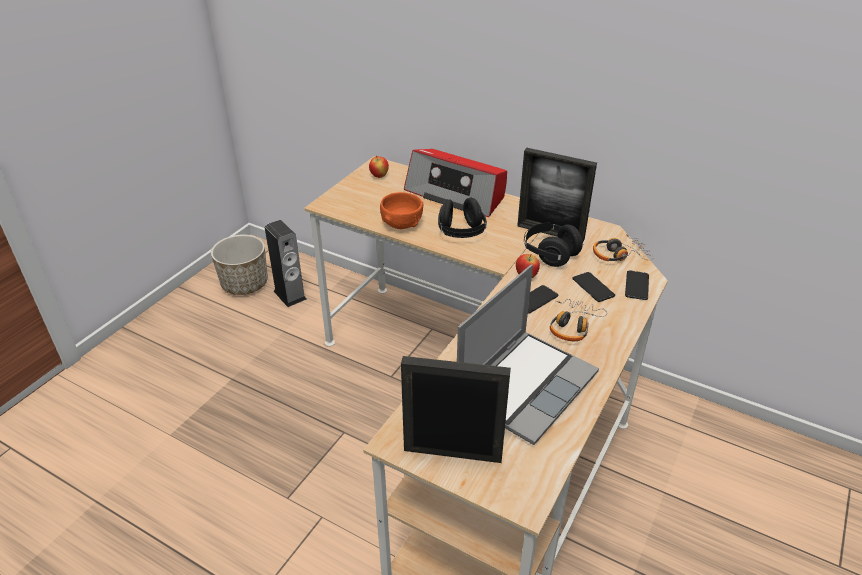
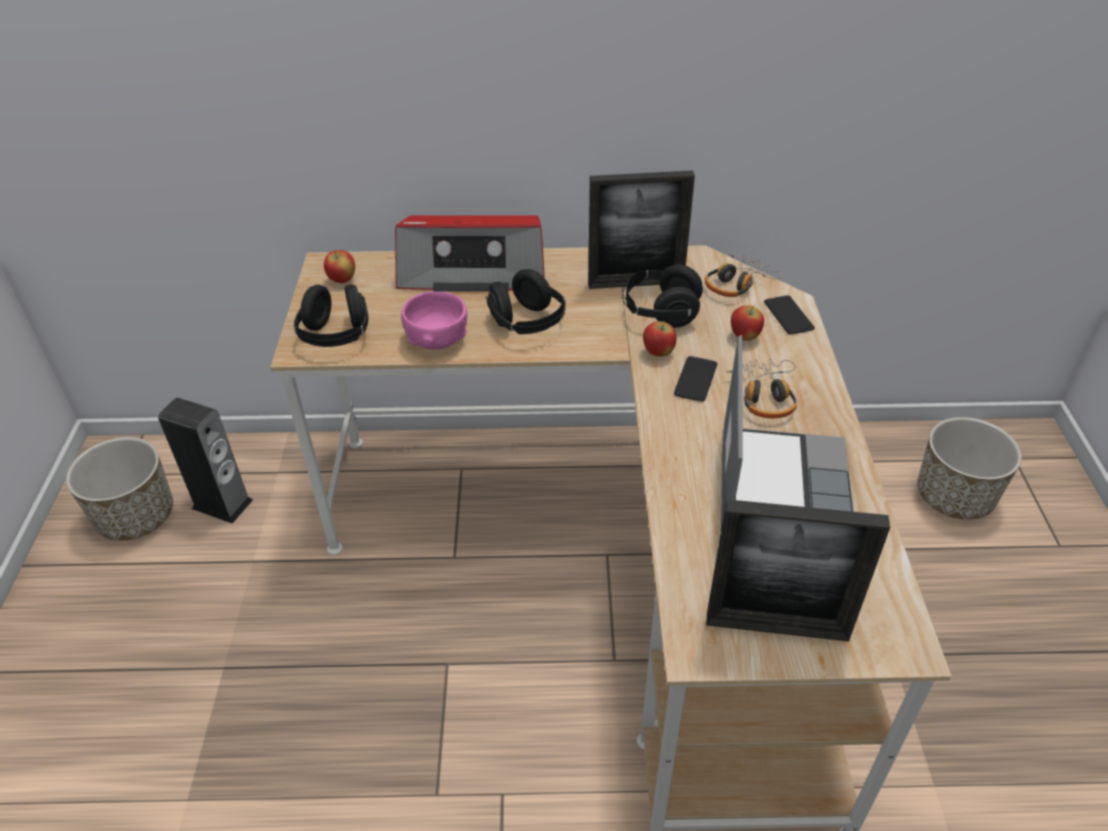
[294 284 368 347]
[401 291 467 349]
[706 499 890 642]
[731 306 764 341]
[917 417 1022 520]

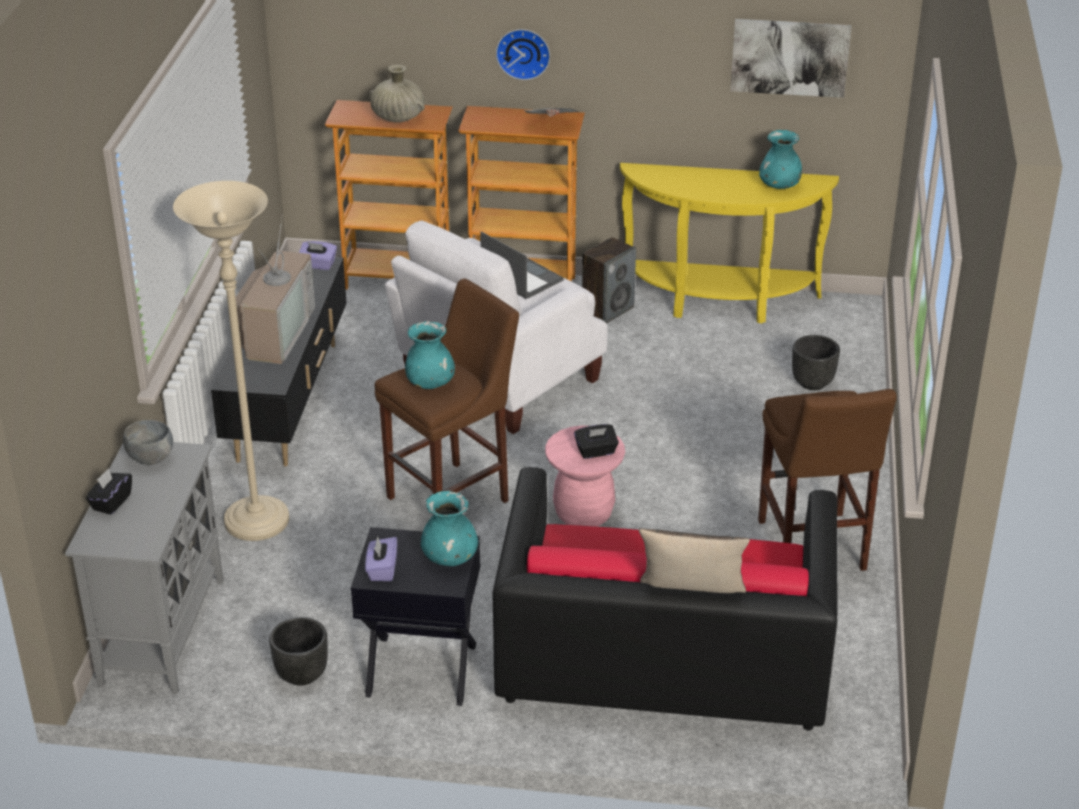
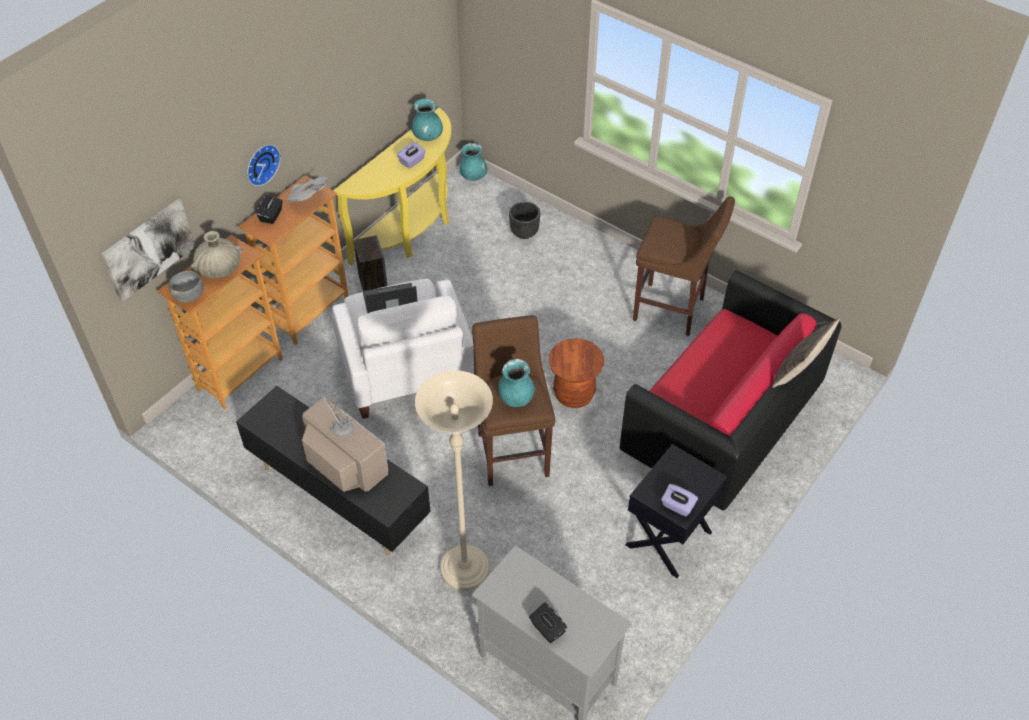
[101 199 195 302]
[169 271 204 303]
[256 195 283 224]
[397 142 426 169]
[460 143 487 181]
[549 338 604 408]
[269 617 328 686] (first image)

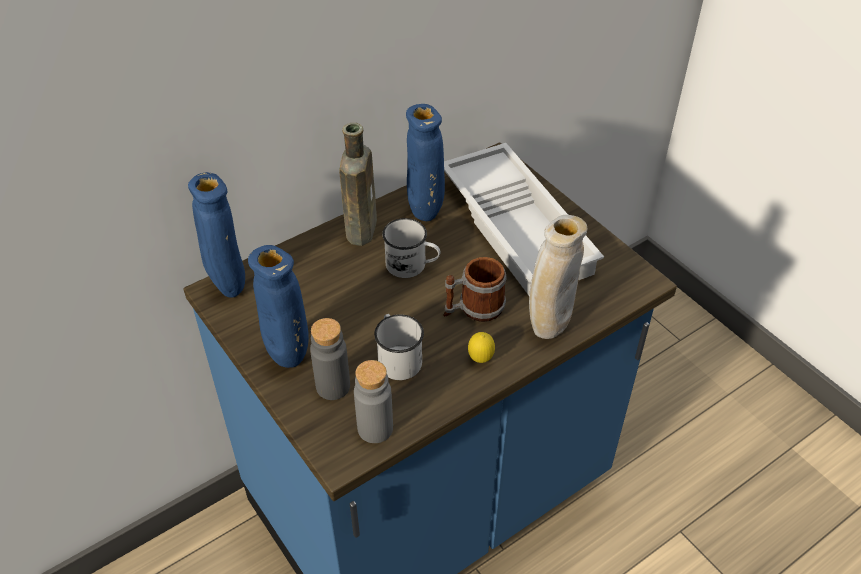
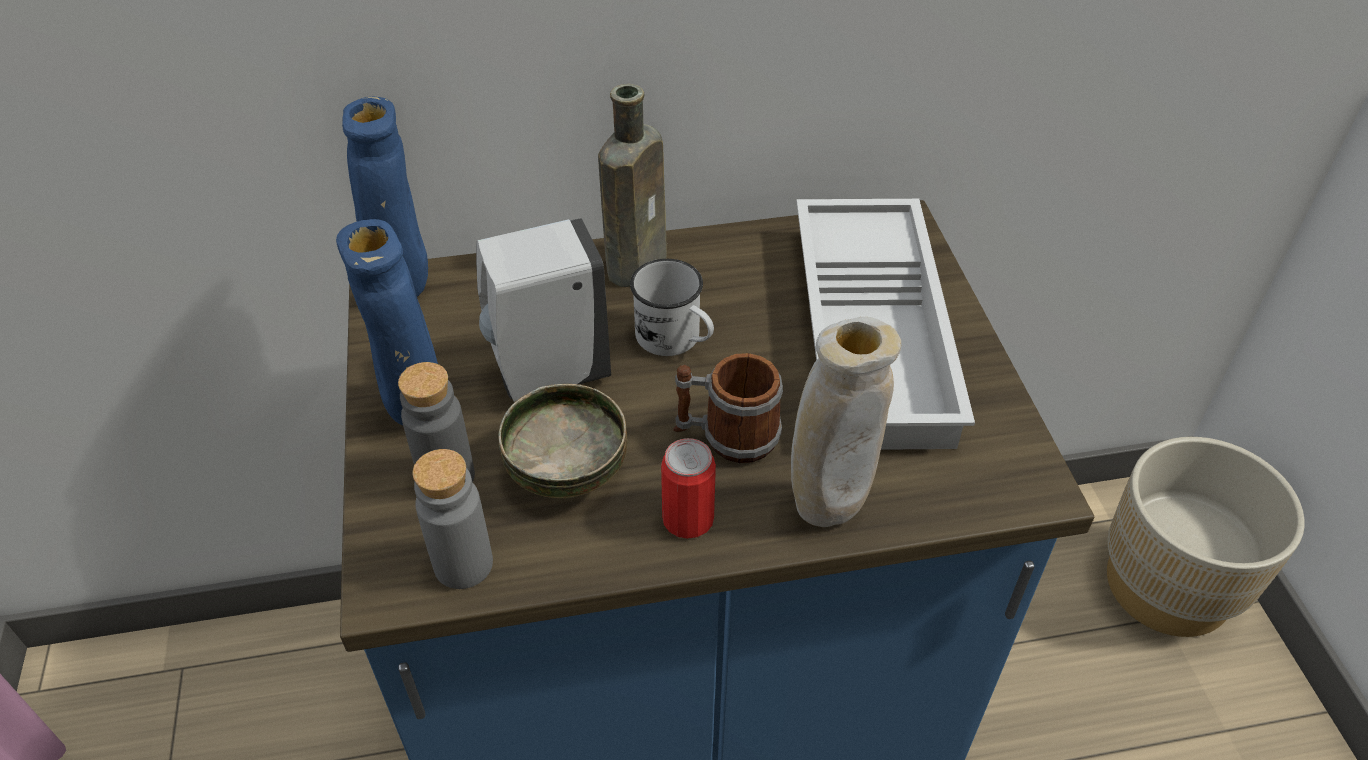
[476 218 611 402]
[498 384 627 498]
[661 438 716 539]
[1107 437 1304 637]
[406 104 445 221] (first image)

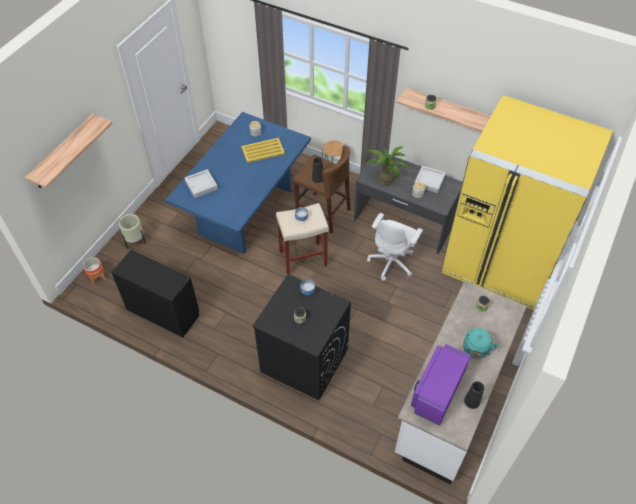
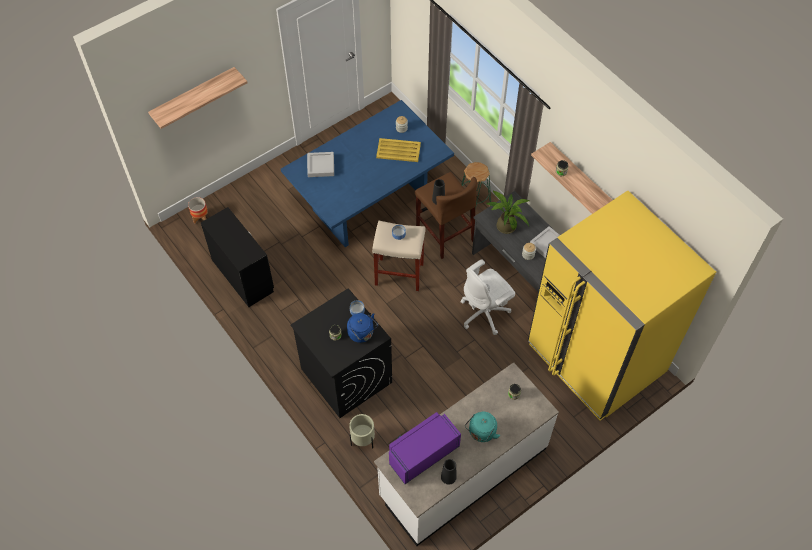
[347 313 378 343]
[349 414 375 448]

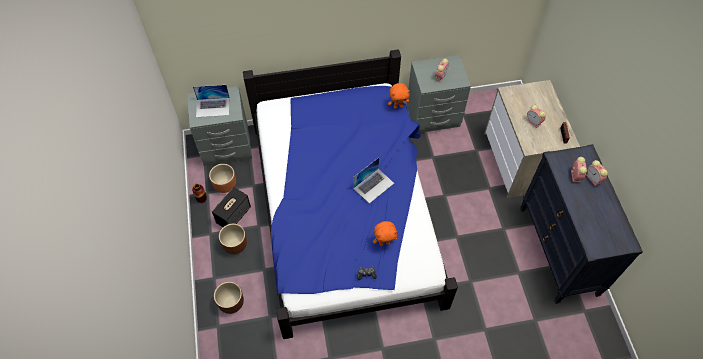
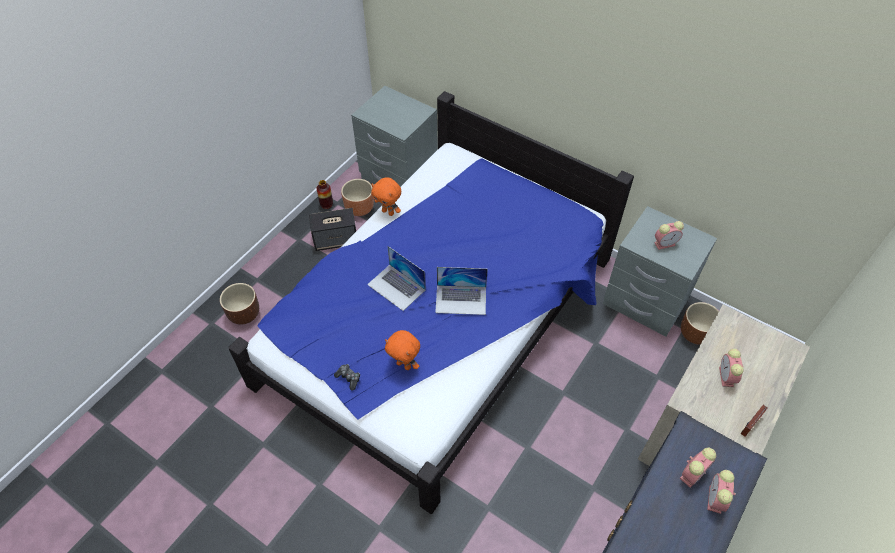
[367 246 426 311]
[371 177 401 216]
[681 302 719 345]

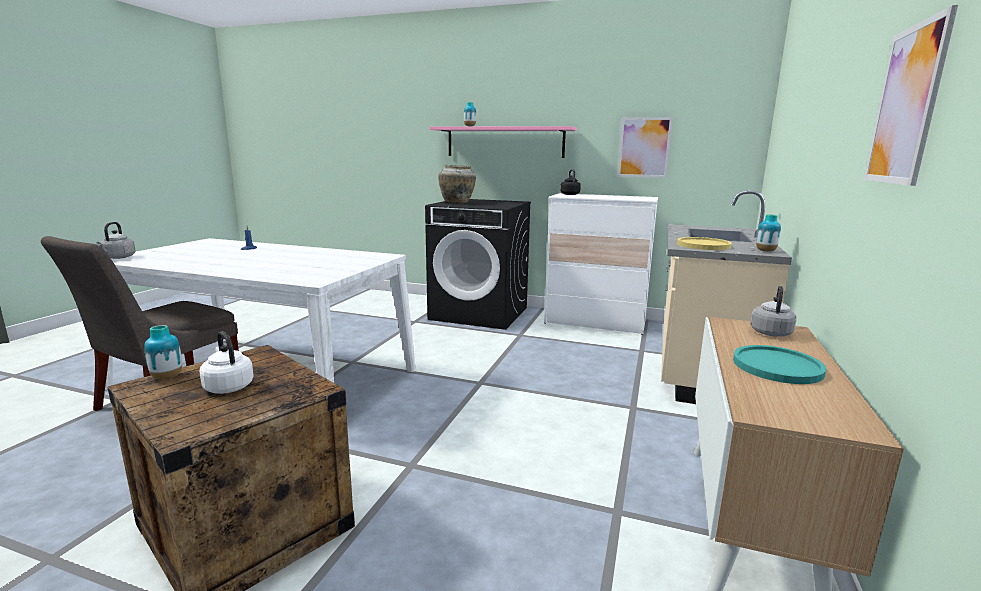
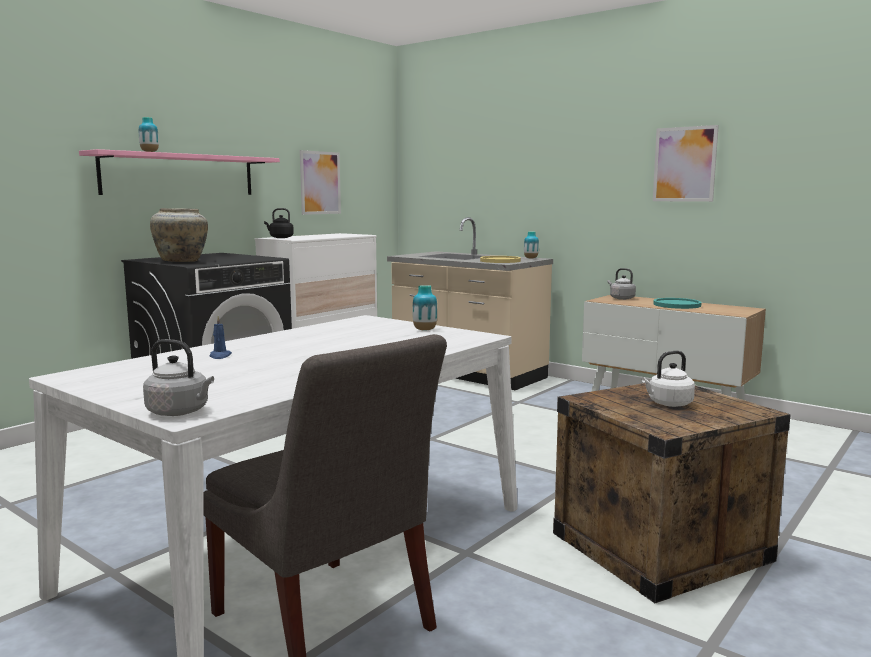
[413 285 437 331]

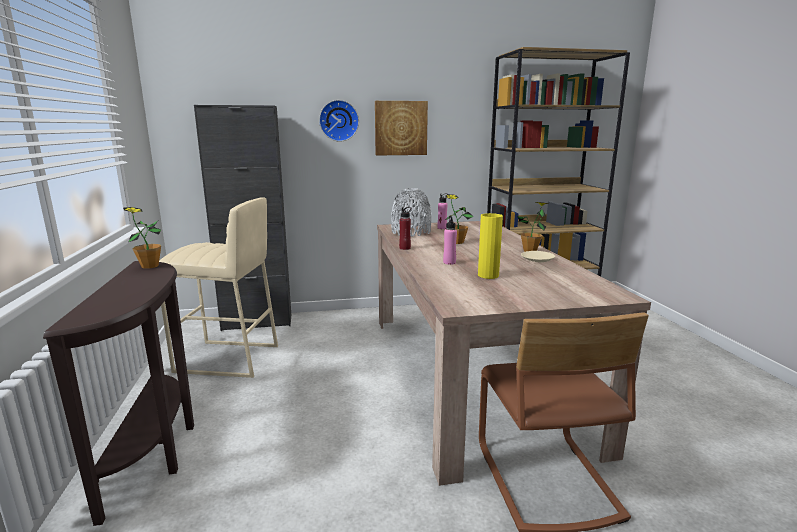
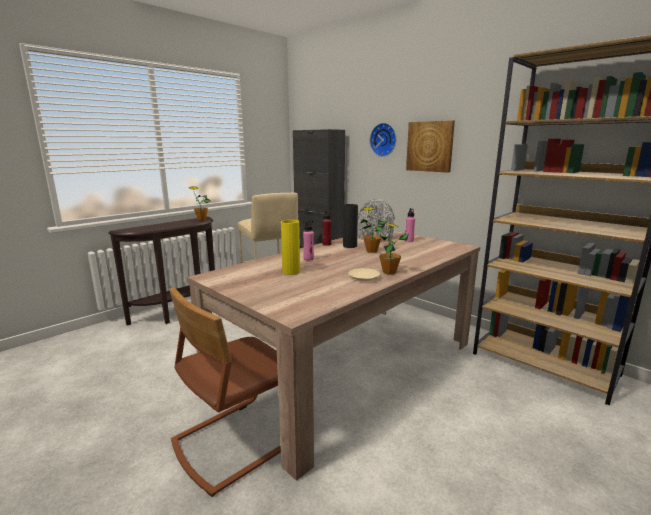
[343 204 358 248]

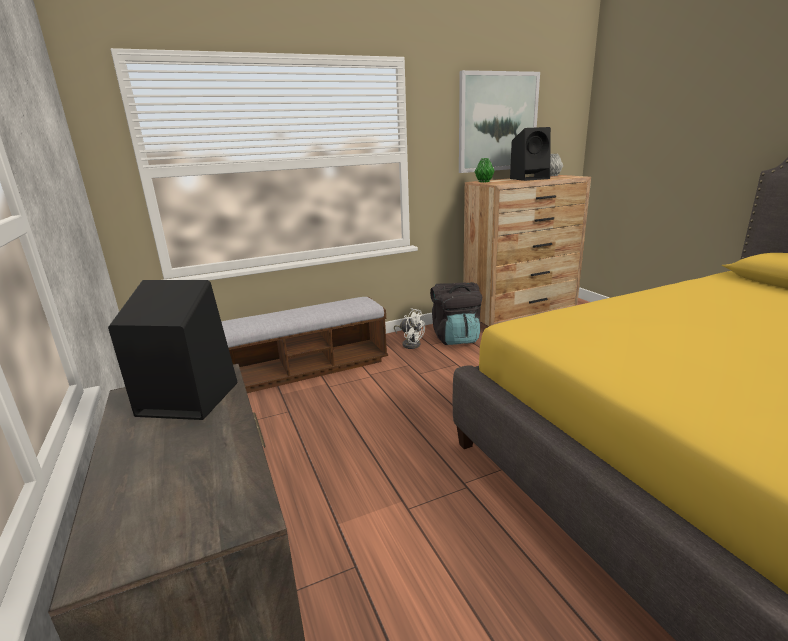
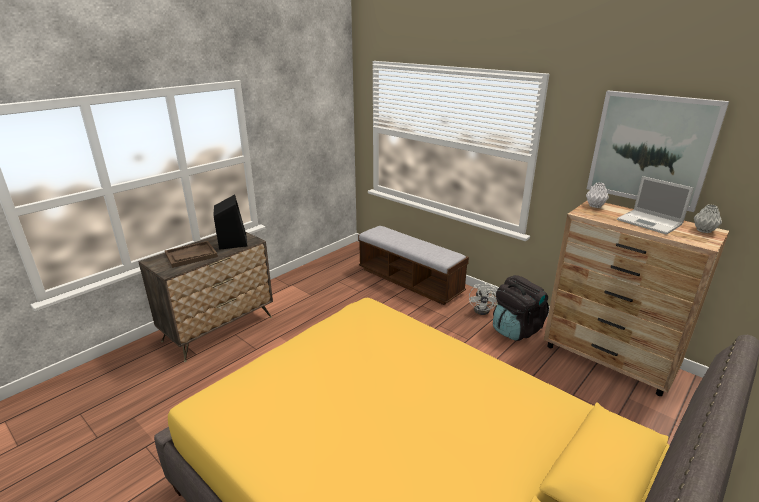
[165 241 218 268]
[586 182 609 208]
[617 176 694 235]

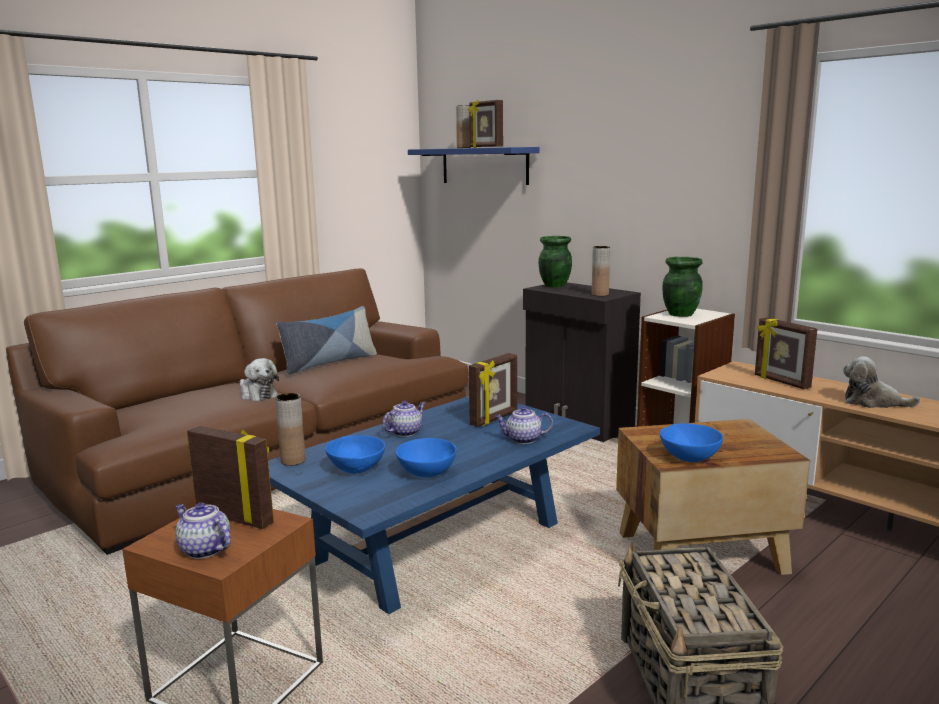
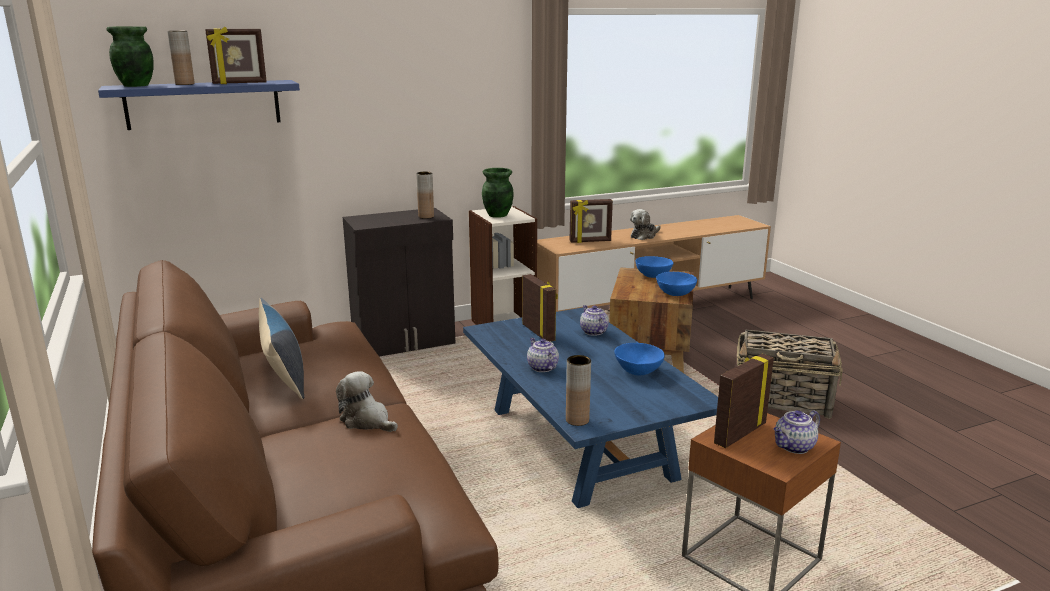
[107 26 154 87]
[336 371 398 432]
[580 305 609 336]
[635 256 673 278]

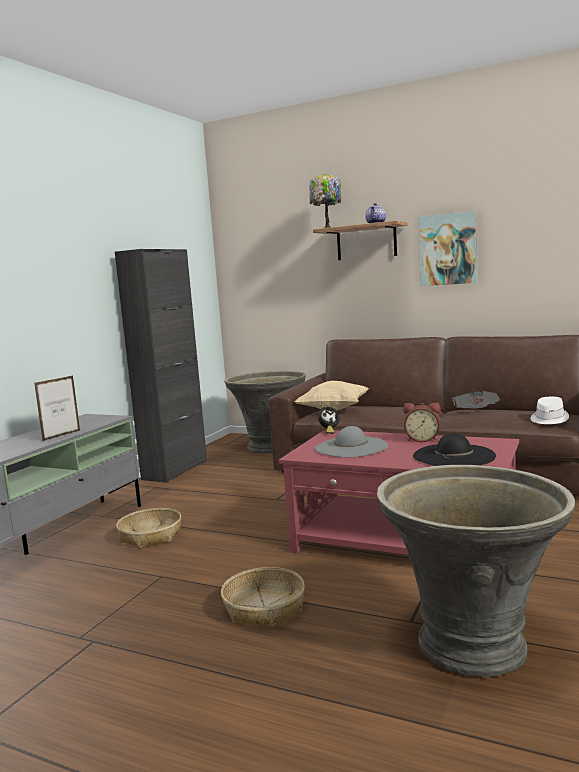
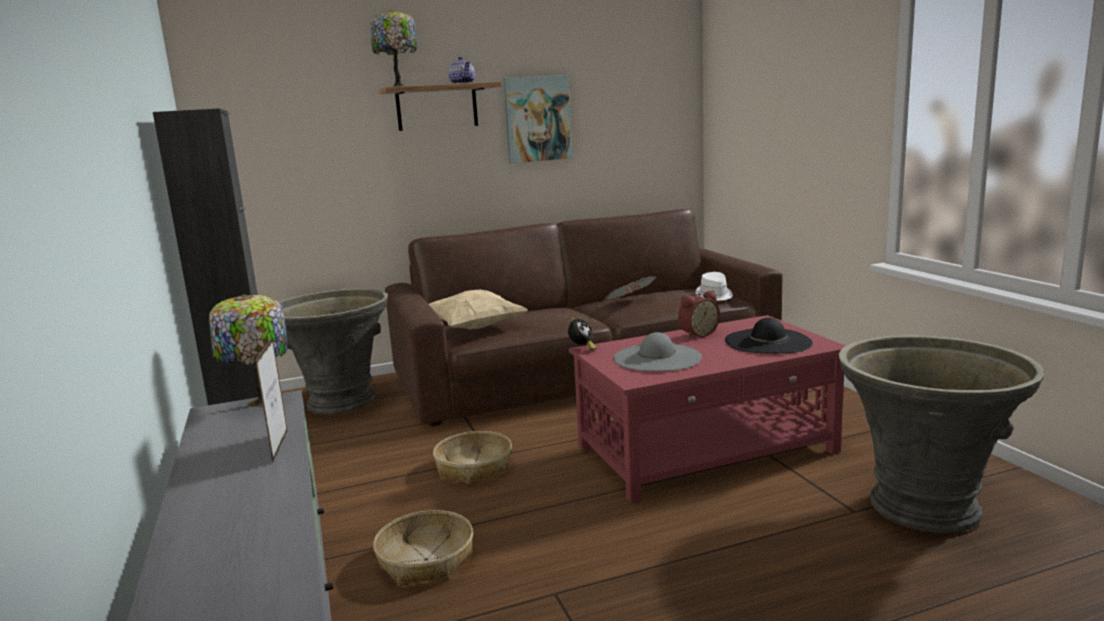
[209 294 288 408]
[433 431 512 484]

